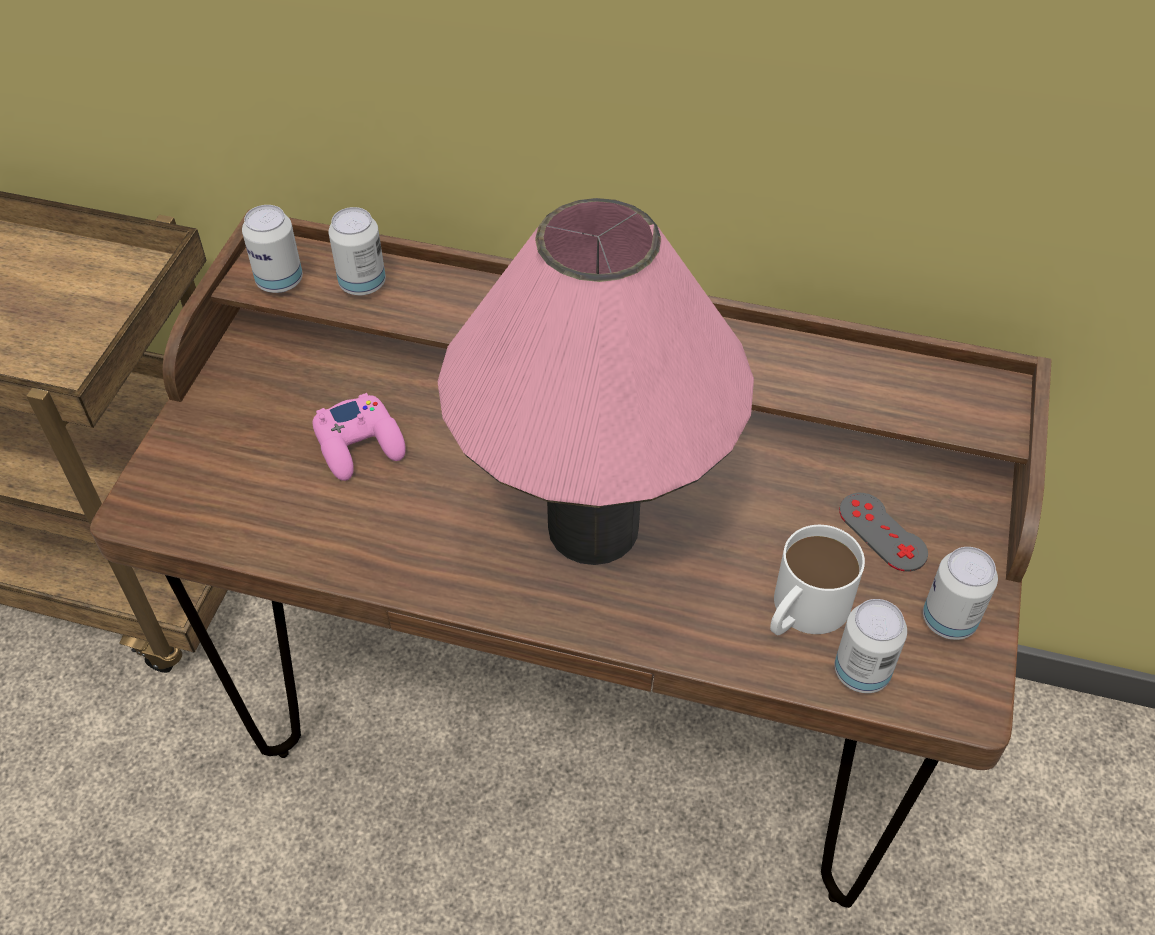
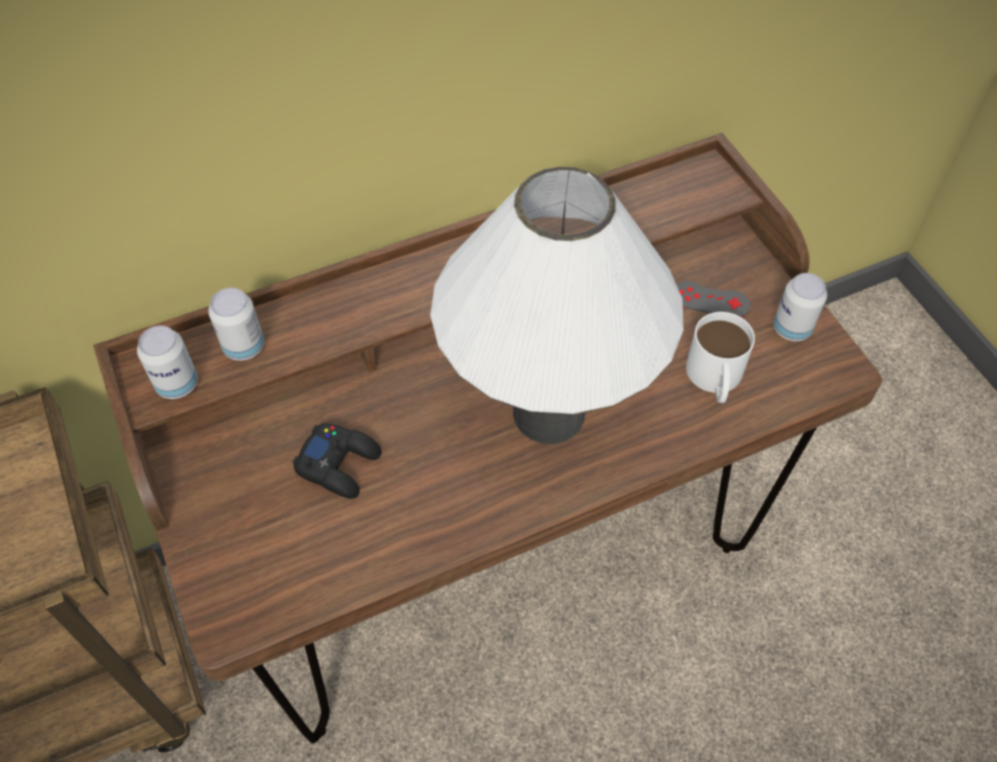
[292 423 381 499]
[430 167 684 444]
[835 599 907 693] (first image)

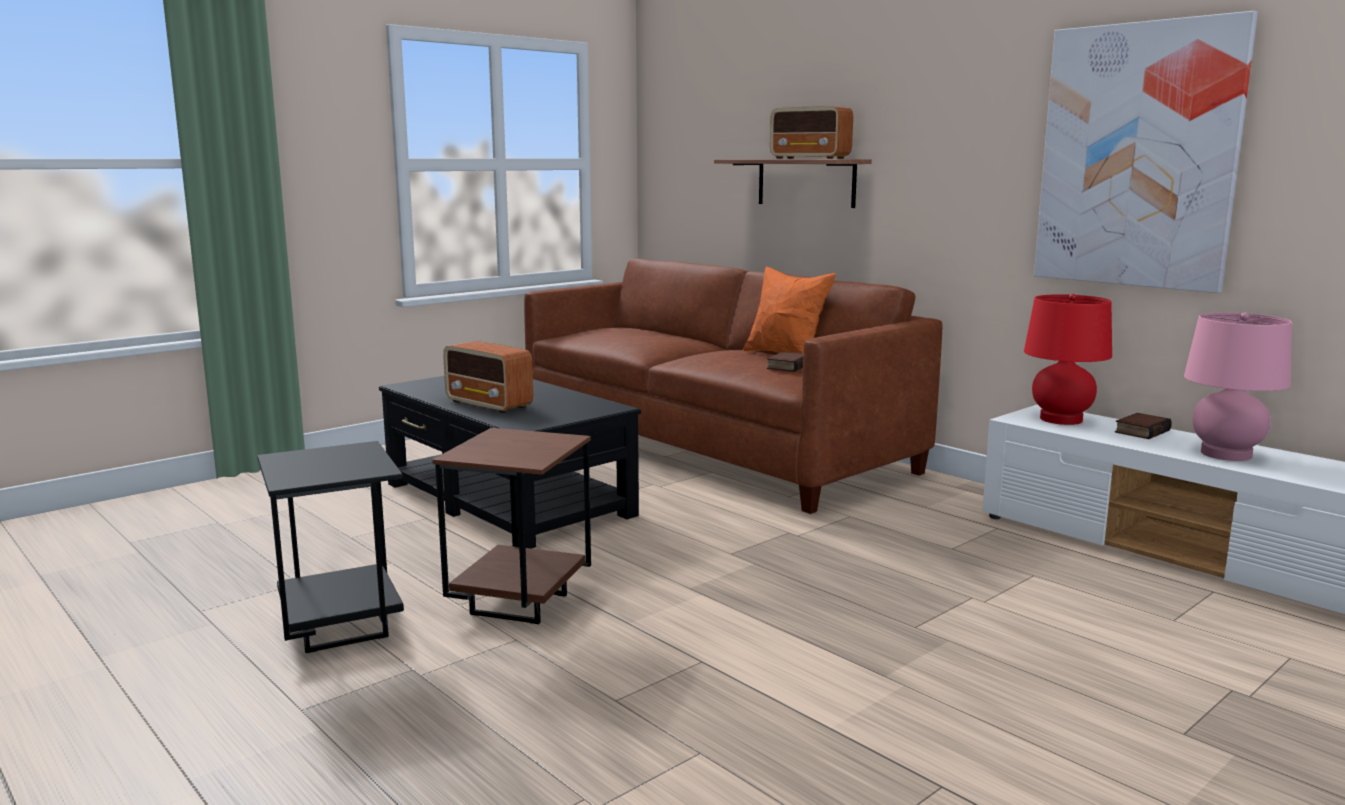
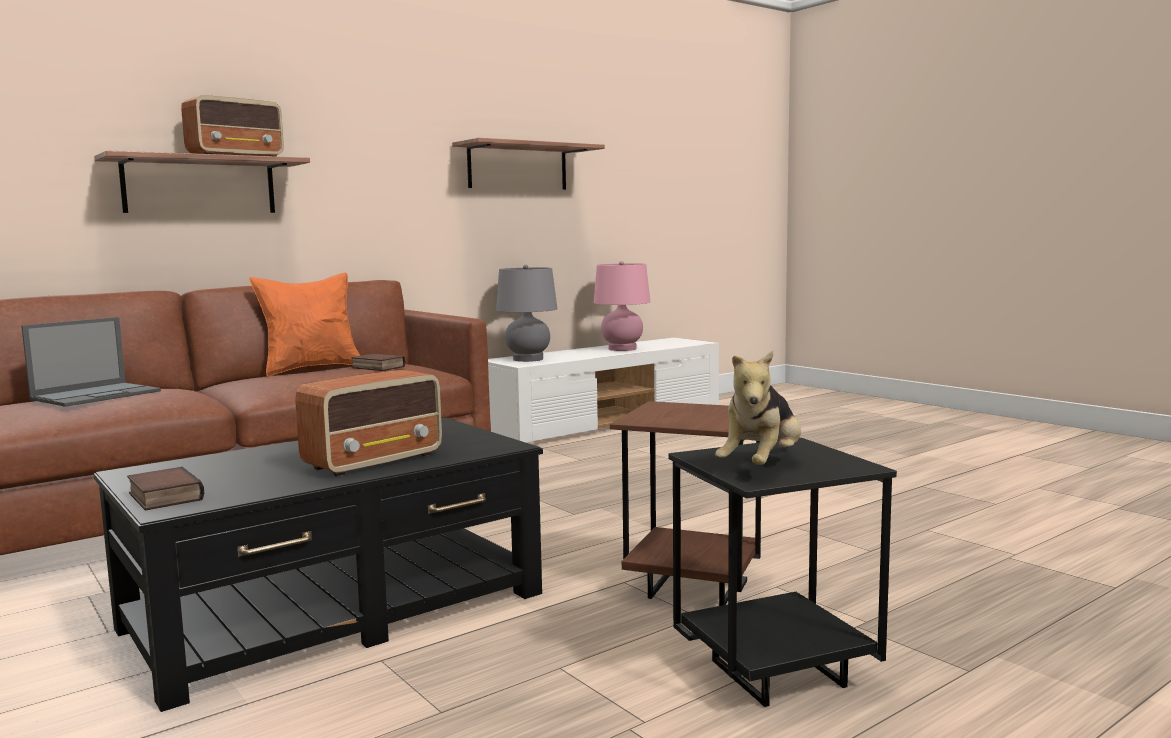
[21 317 161 407]
[127 467 204 510]
[452 138 605 190]
[496 265 557 362]
[715 351 801 465]

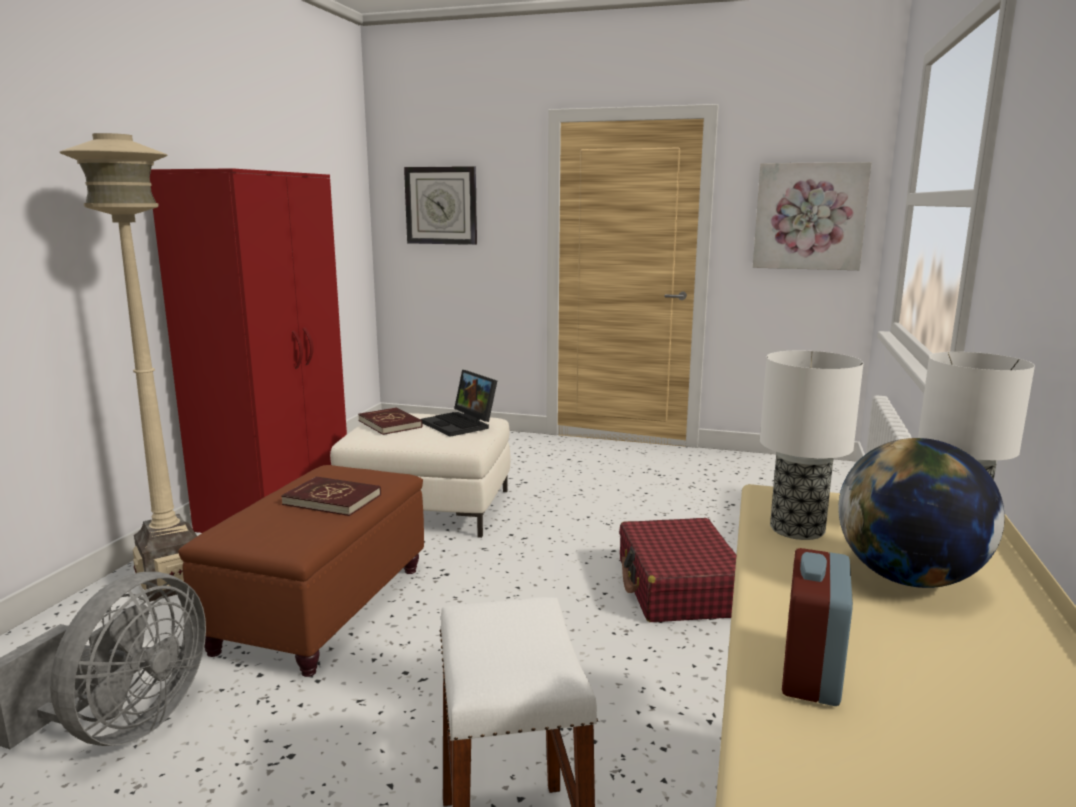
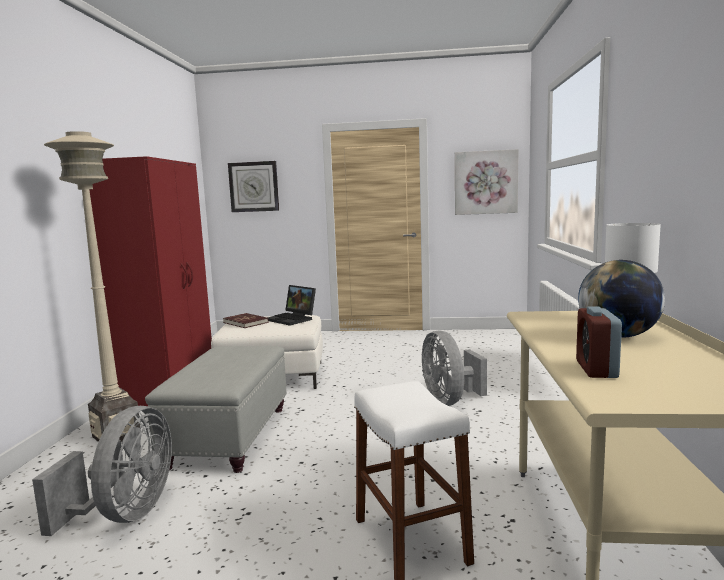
[145 346 286 473]
[422 331 487 406]
[281 477 381 516] (first image)
[760 351 864 540] (first image)

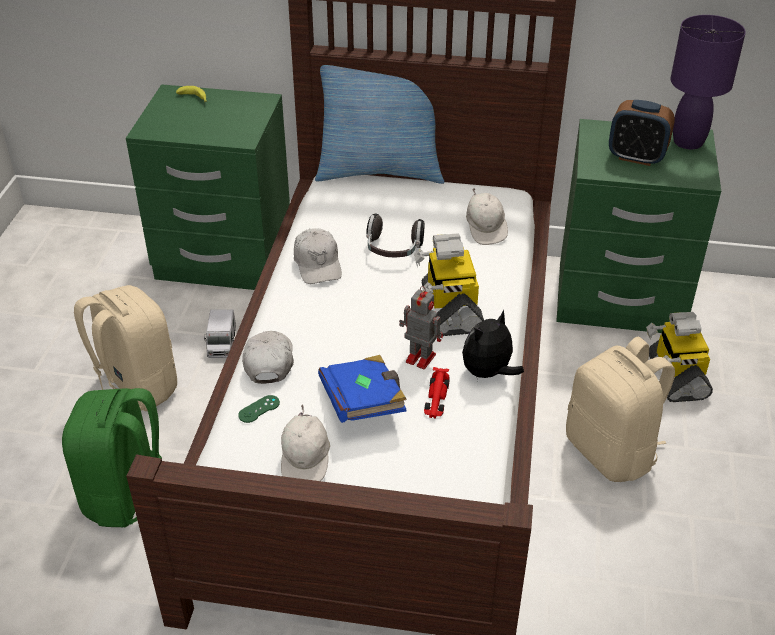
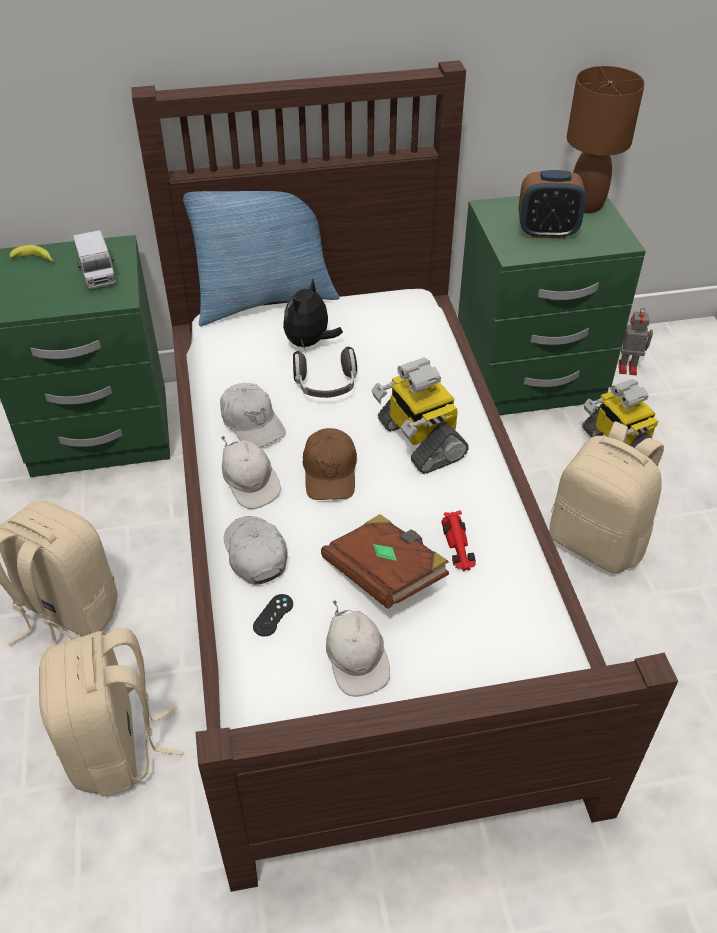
[39 628 183 797]
[73 230 116 289]
[221 436 281 509]
[253 594 293 636]
[283 278 343 349]
[303 428 357 500]
[321 514 449 609]
[567 66 645 213]
[619 308 653 375]

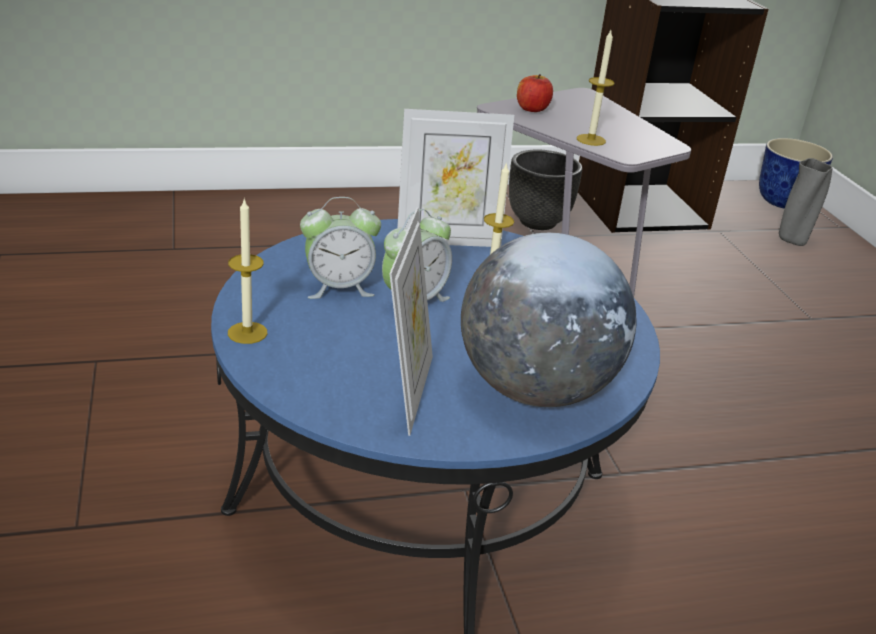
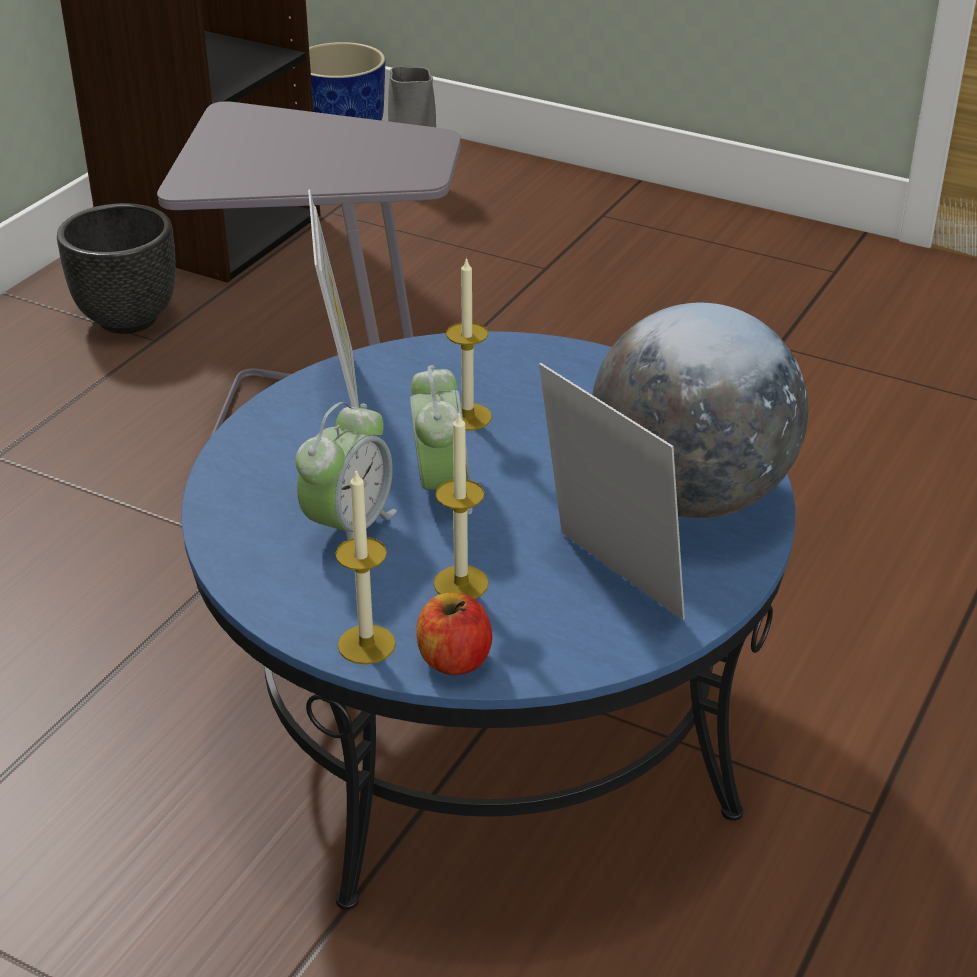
[308 189 359 408]
[416 592 492 675]
[434 413 489 599]

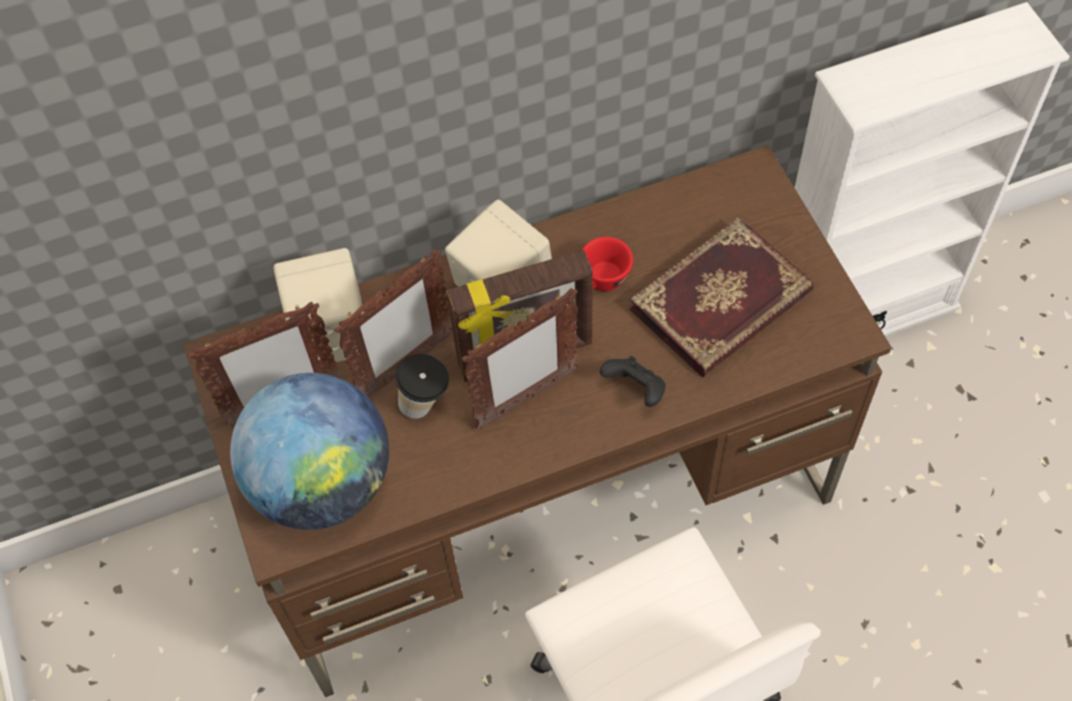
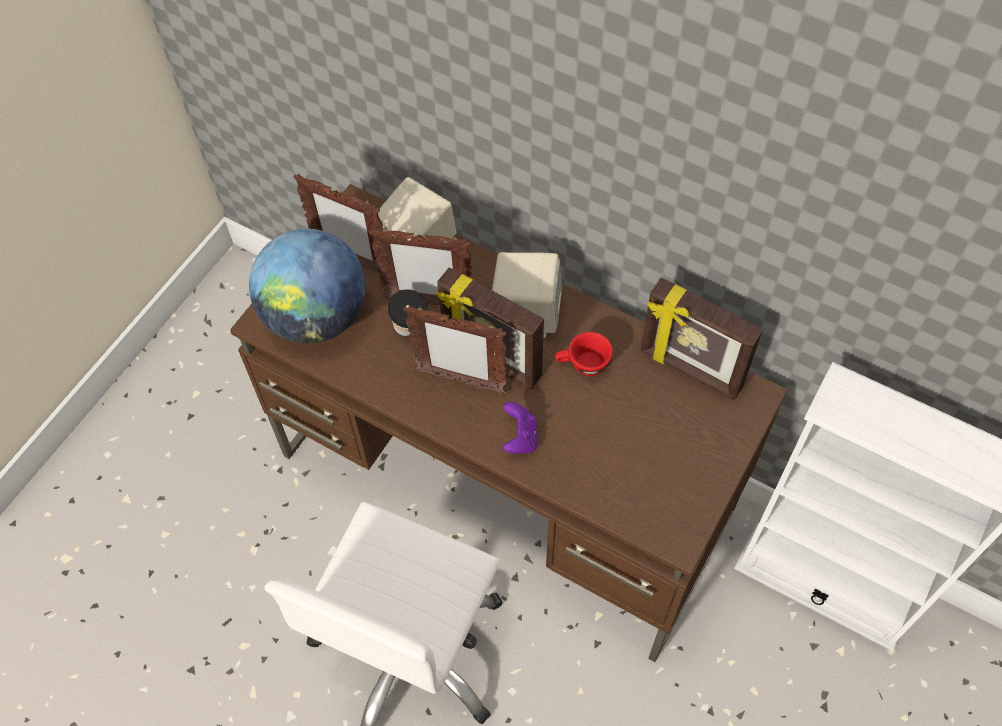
[503 402 537 454]
[640 277 763 400]
[630 217 814 377] (first image)

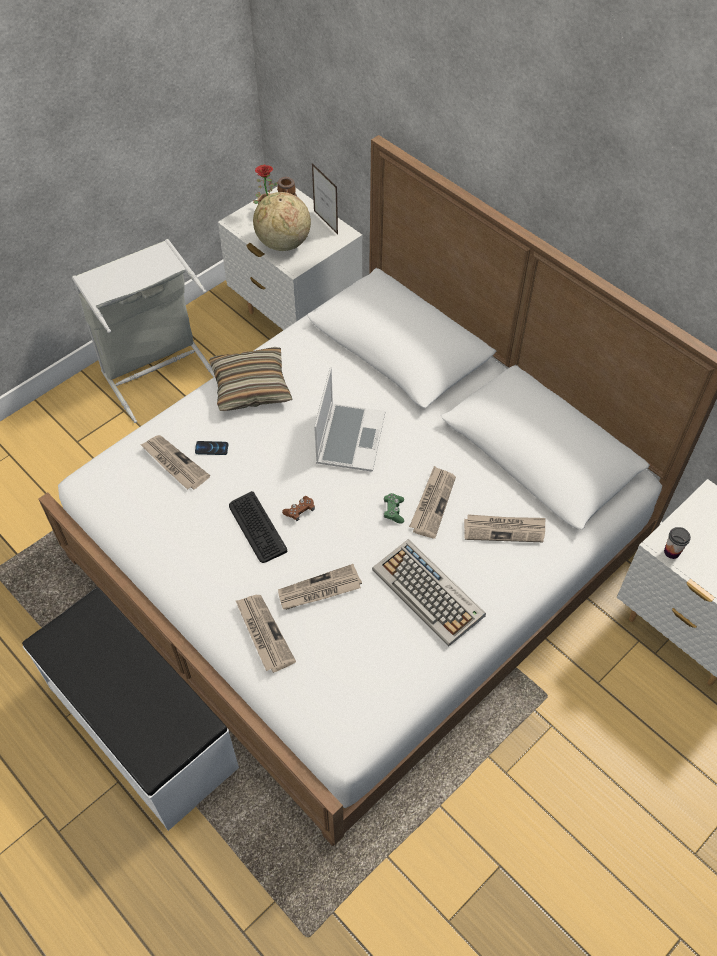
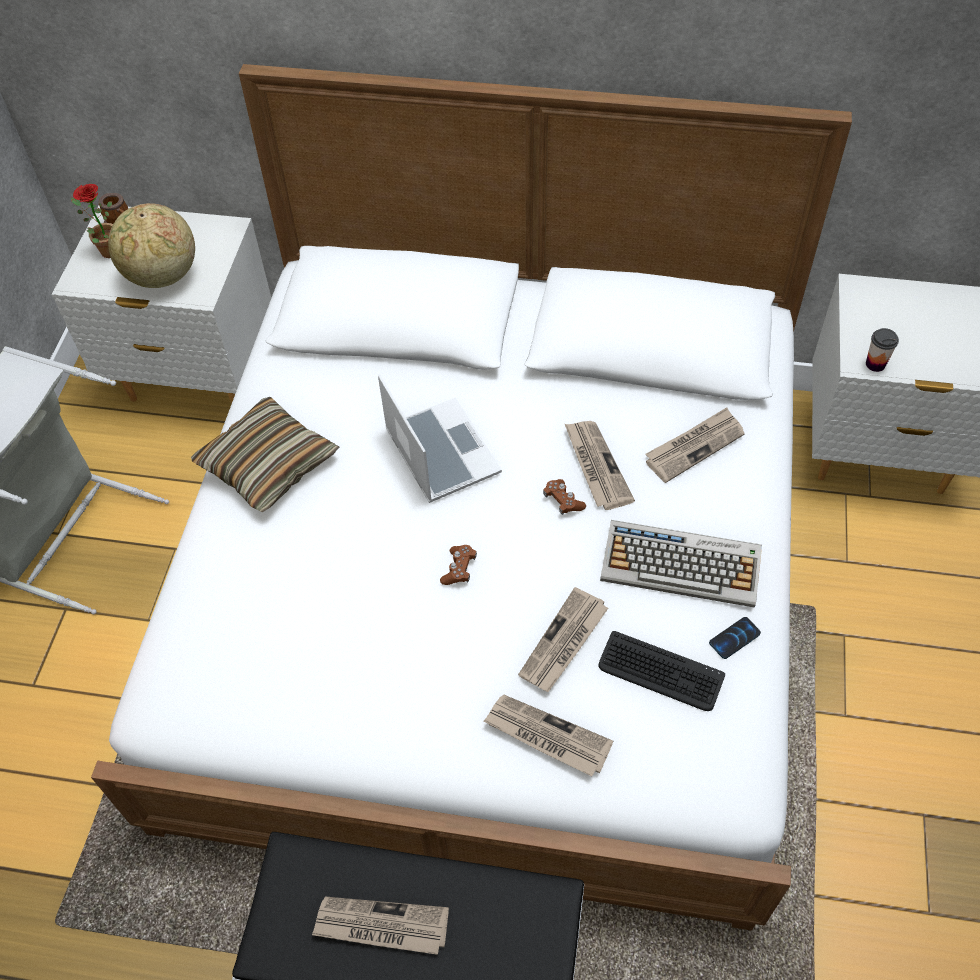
[312 897 449 955]
[543 479 586 515]
[599 631 725 711]
[709 617 761 659]
[312 163 338 234] (first image)

